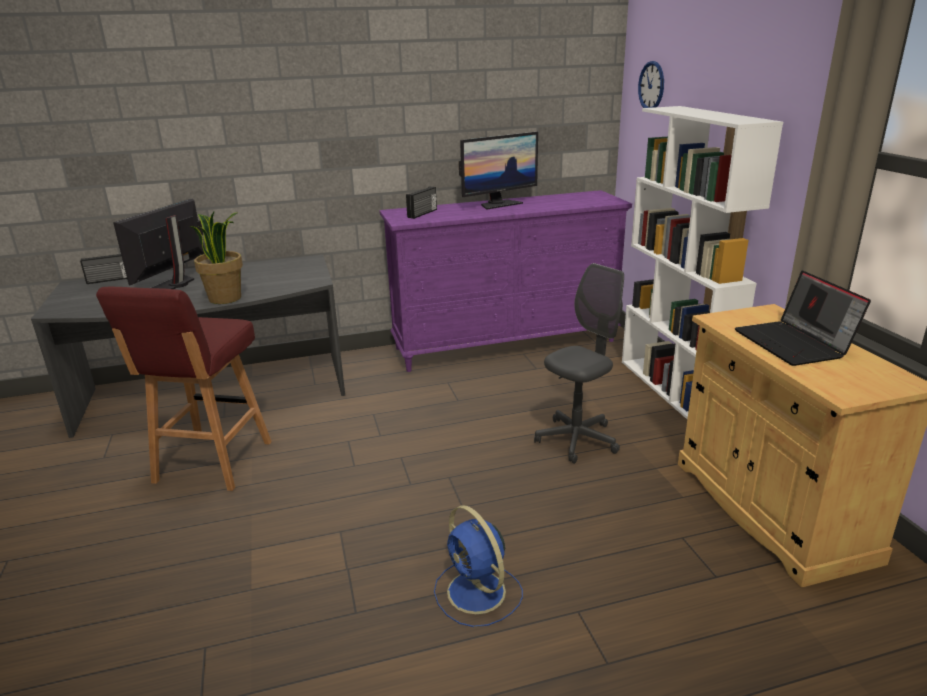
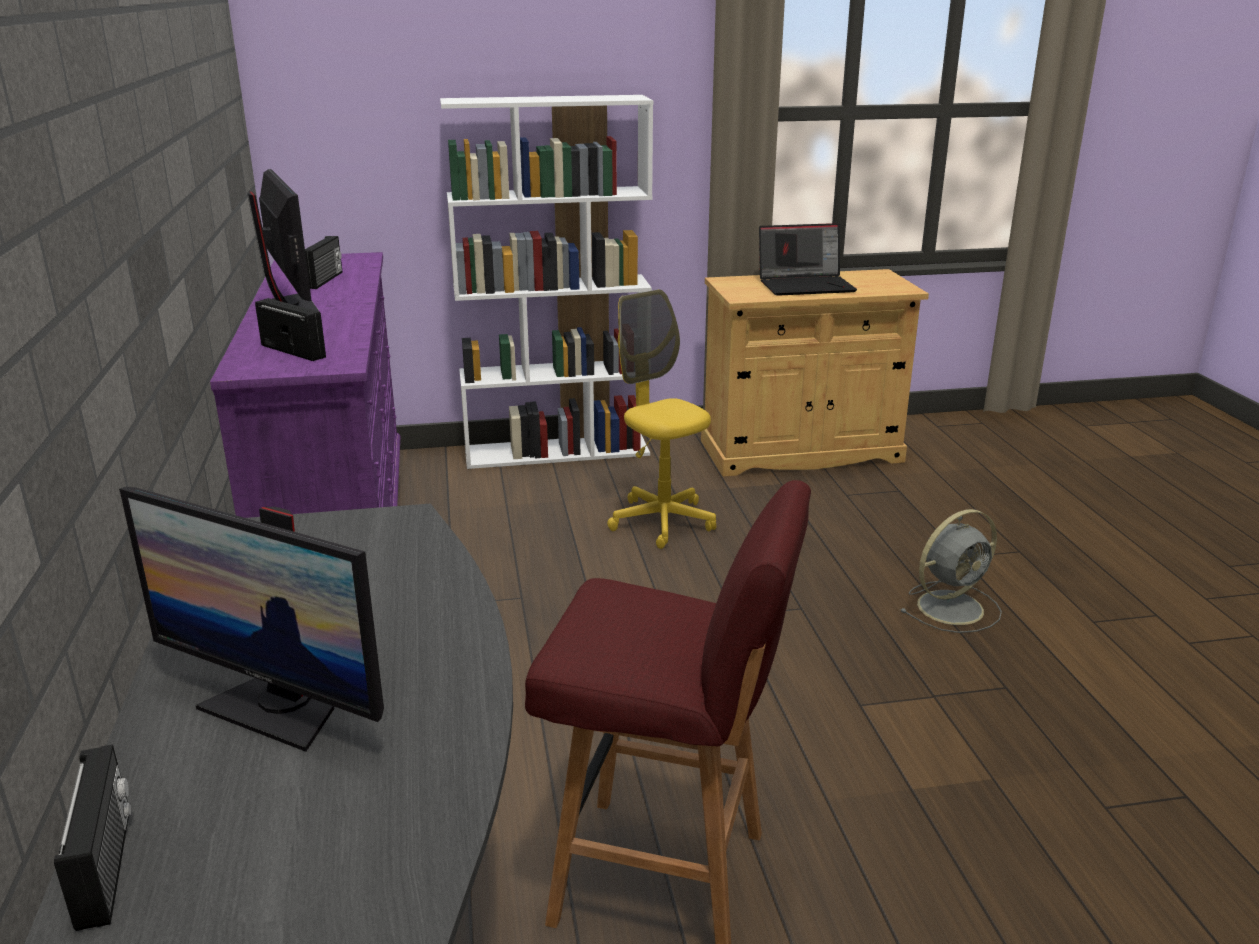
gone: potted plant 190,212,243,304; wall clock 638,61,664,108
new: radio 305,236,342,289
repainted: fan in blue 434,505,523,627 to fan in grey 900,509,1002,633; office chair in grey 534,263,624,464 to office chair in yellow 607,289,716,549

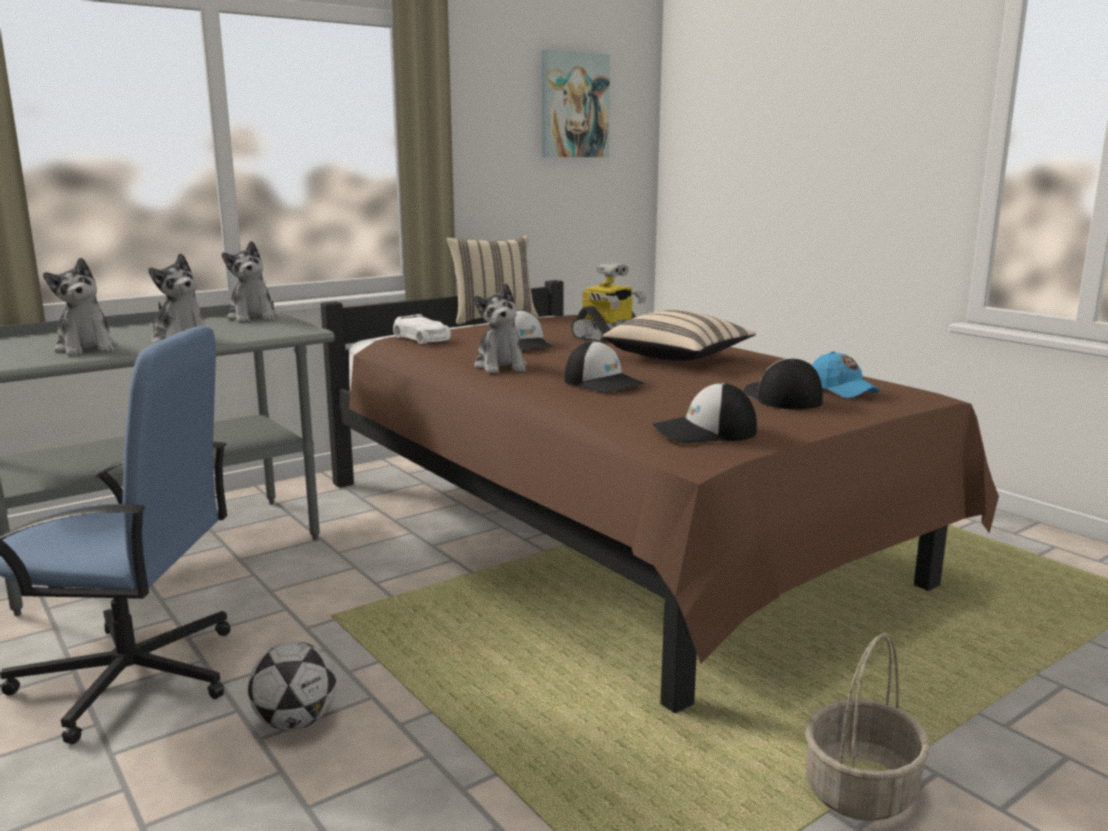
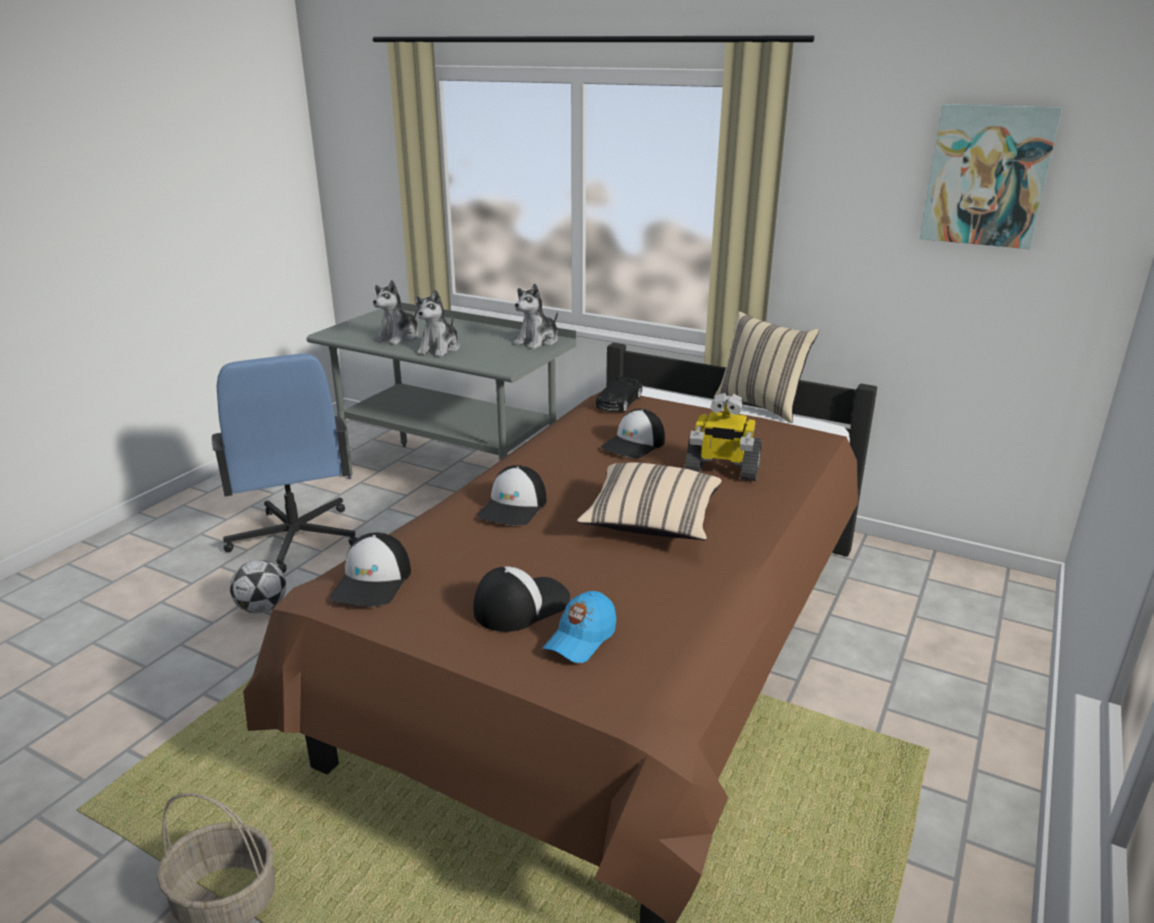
gone: plush toy 474,284,527,374
repainted: toy car in white 393,314,451,344 to toy car in black 596,376,642,413
rotated: cap 653,383,757,443 = 330,533,411,607 135 degrees counterclockwise

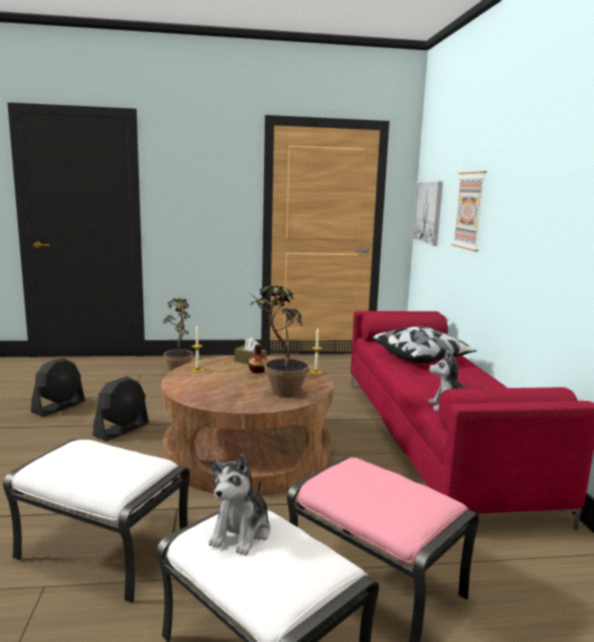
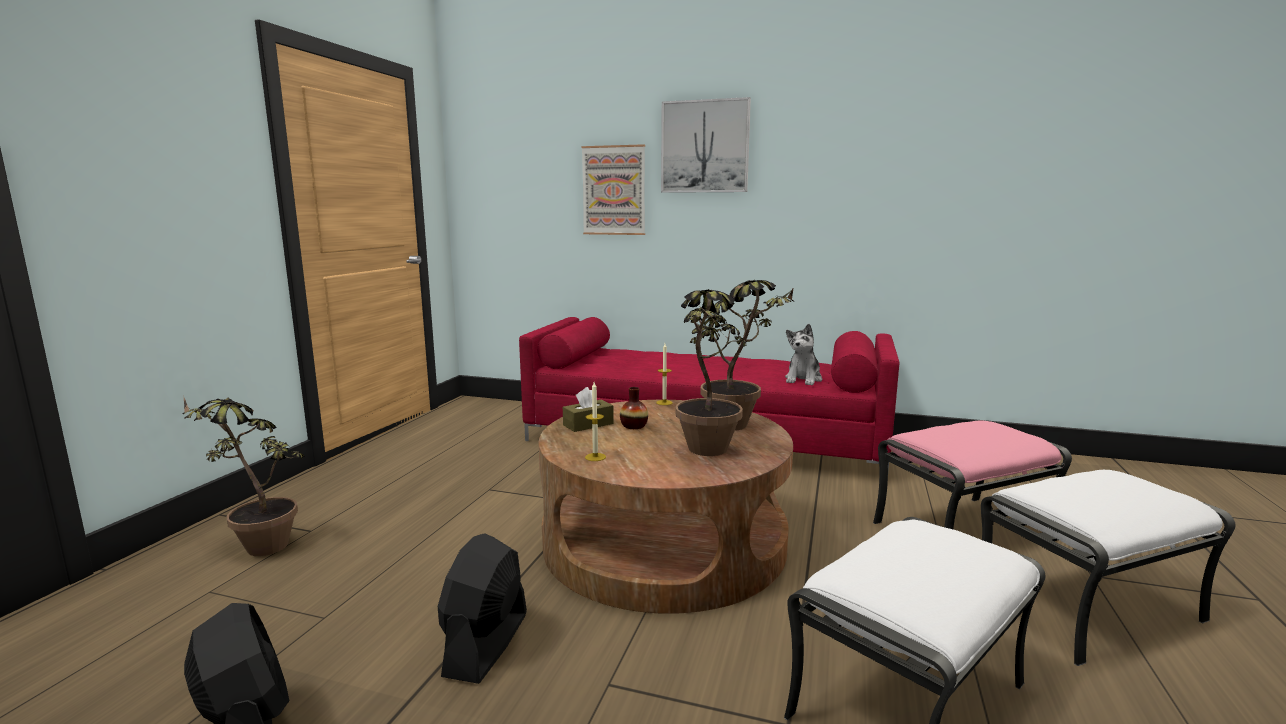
gone: plush toy 208,454,271,555; pillow 371,326,477,363
new: potted plant 675,289,746,456
shifted: picture 412,182,443,246 to 661,97,751,193
rotated: fan in black 93,376,149,441 = 438,533,527,684 135 degrees counterclockwise

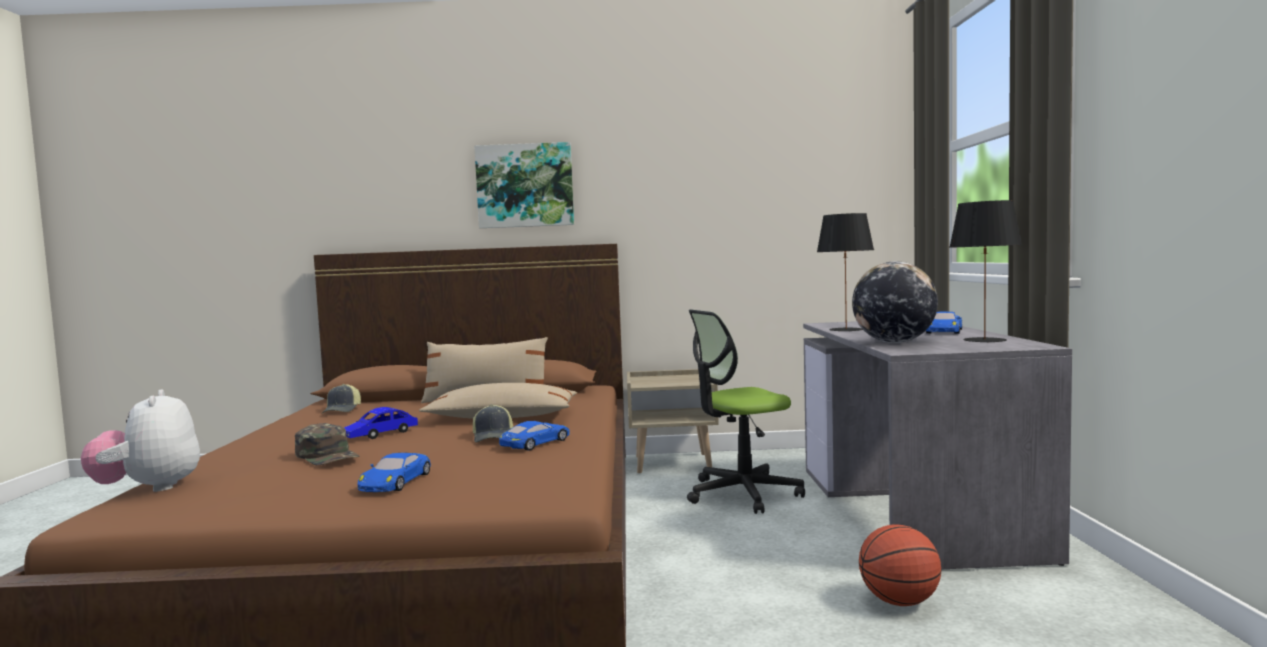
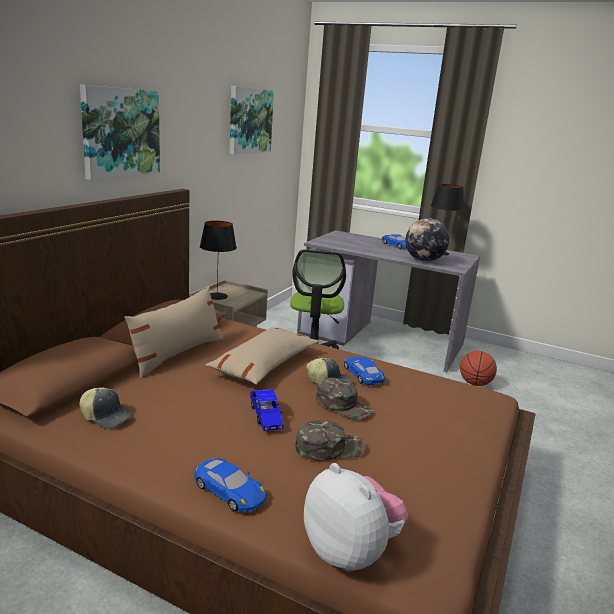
new: picture 229,86,274,154; cap in green 316,377,373,420
shifted: toy car in blue 357,453,431,492 to 195,458,267,512; table lamp in black 817,213,874,332 to 200,221,237,300
rotated: plush toy 81,390,200,492 = 304,463,408,572 135 degrees counterclockwise

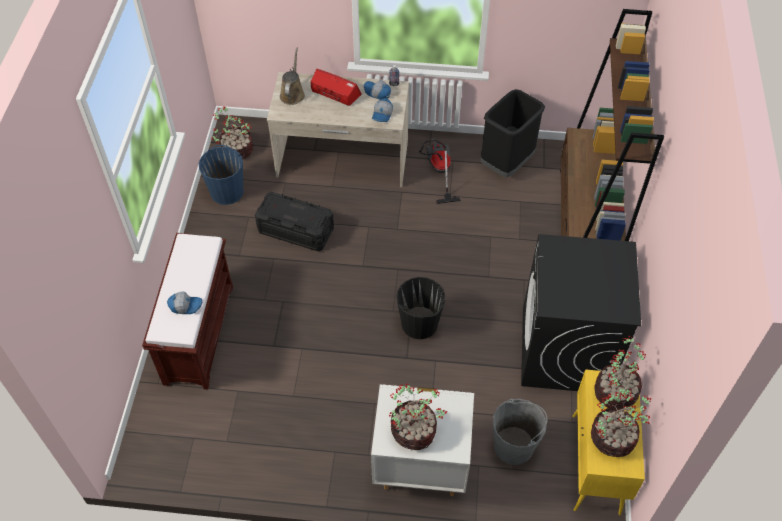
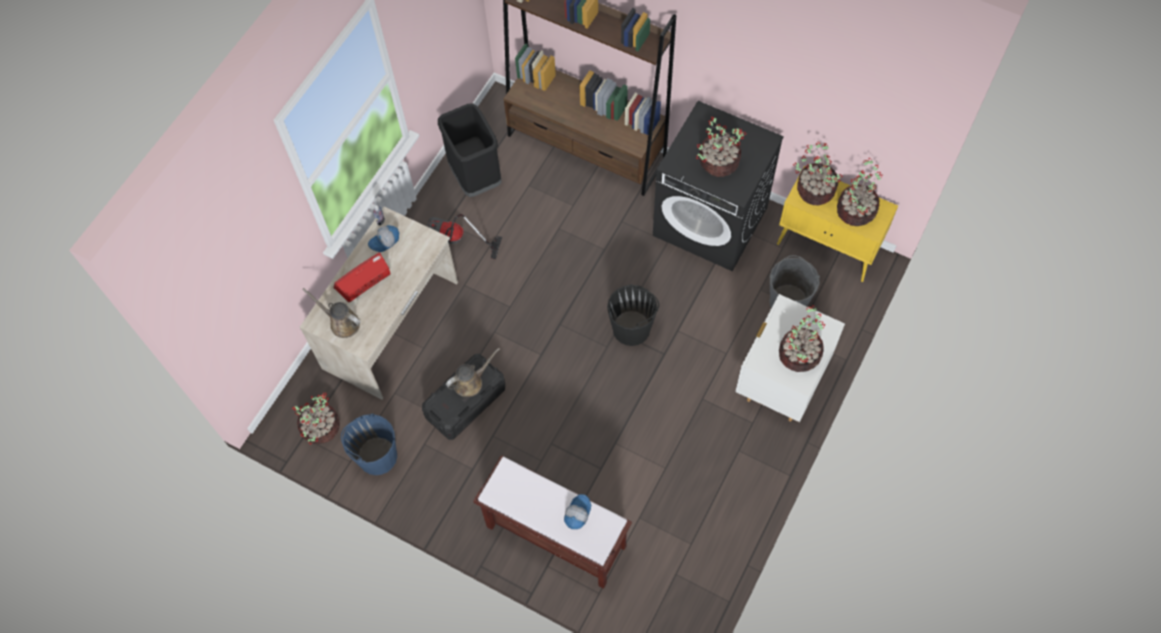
gone: cap 372,98,393,122
new: watering can in brown 446,348,500,397; potted plant 696,117,746,177

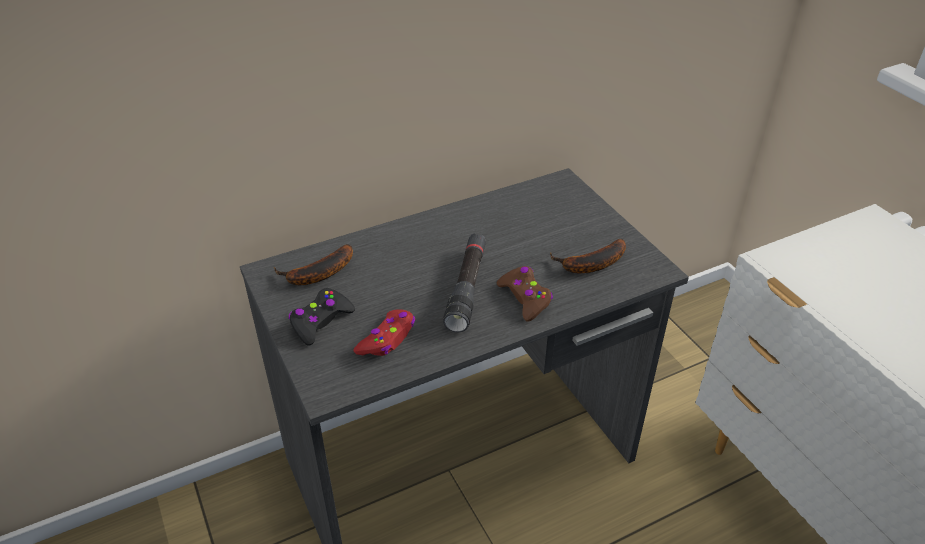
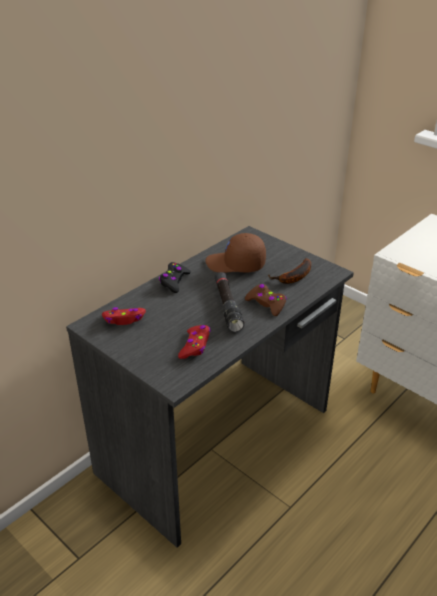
new: cap in brown 205,233,266,273
shifted: game controller in black 288,288,355,346 to 159,262,191,293
swapped: banana 273,244,353,285 to game controller in red 102,307,146,325

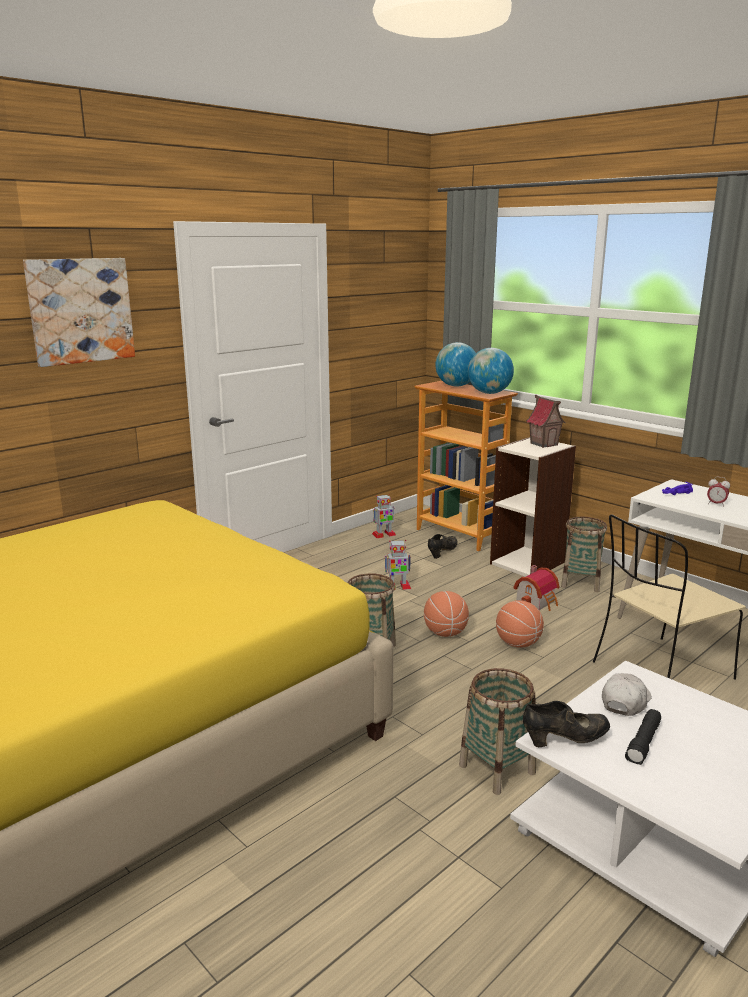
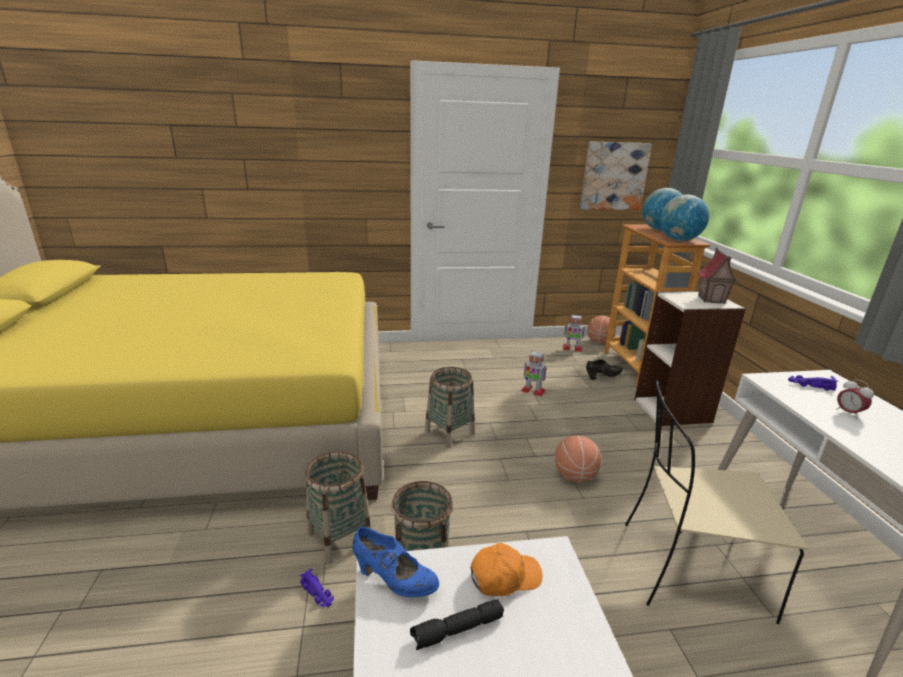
gone: toy house 513,565,559,611
new: toy car in purple 300,568,334,607
shifted: picture 23,258,135,367 to 580,141,652,210; basketball 424,591,469,637 to 587,316,616,344; basket 561,517,607,592 to 305,451,371,564
repainted: shoe in black 523,701,610,747 to shoe in blue 353,527,439,597; cap in white 602,673,652,716 to cap in orange 470,543,543,596

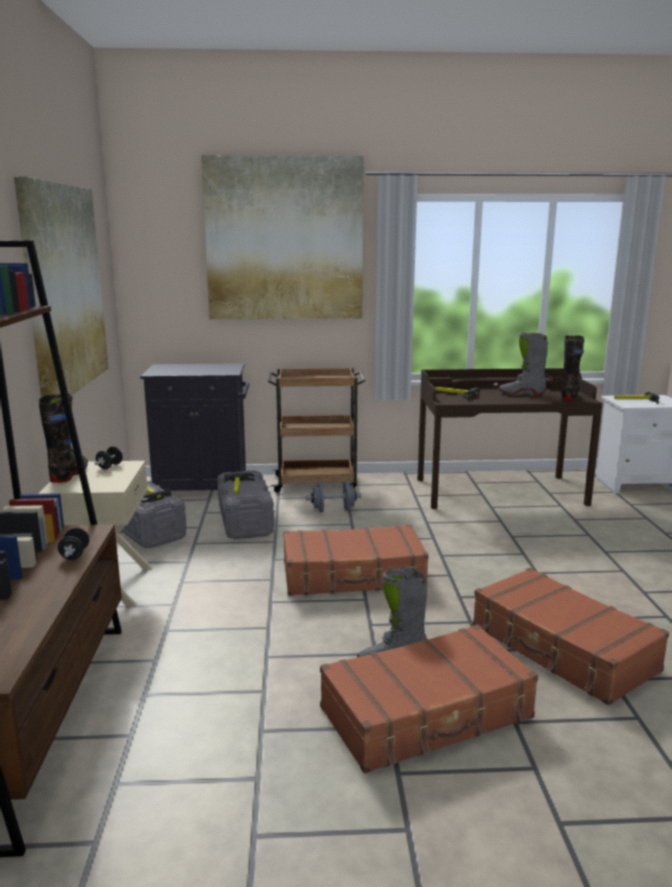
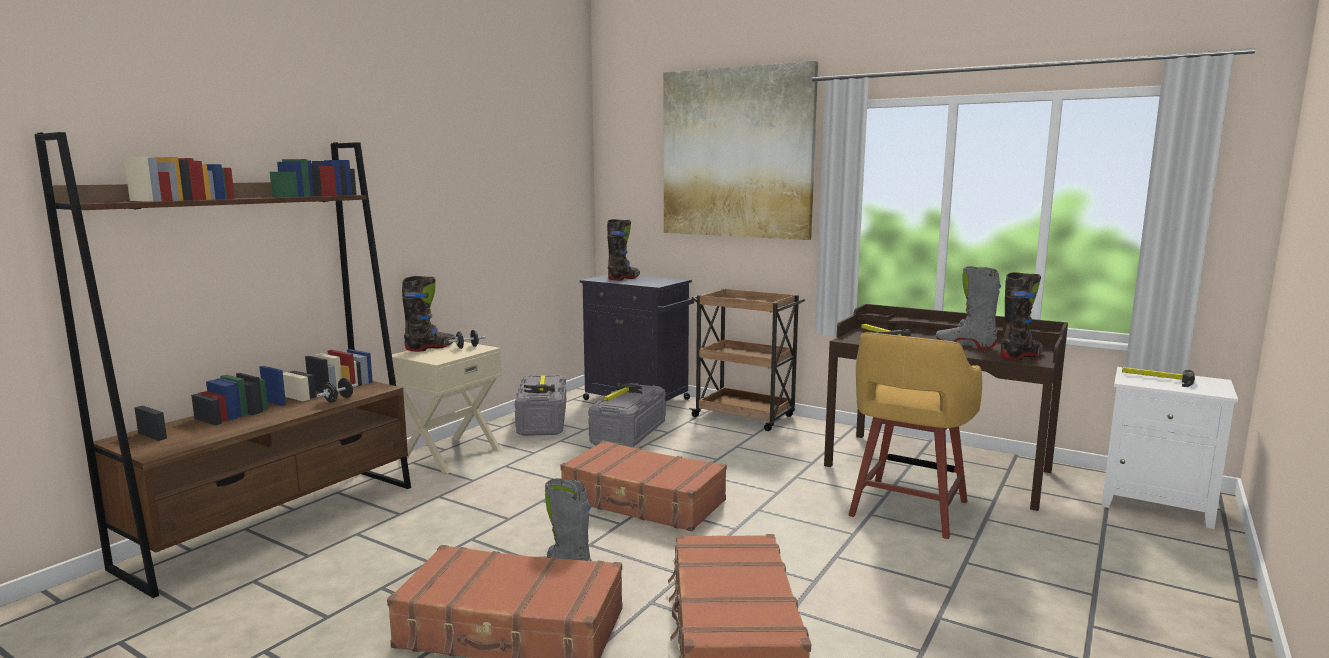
gone: picture 14,176,109,397; dumbbell in grey 306,481,361,512
new: boot in black 607,219,640,281; stool in yellow 848,332,982,539

